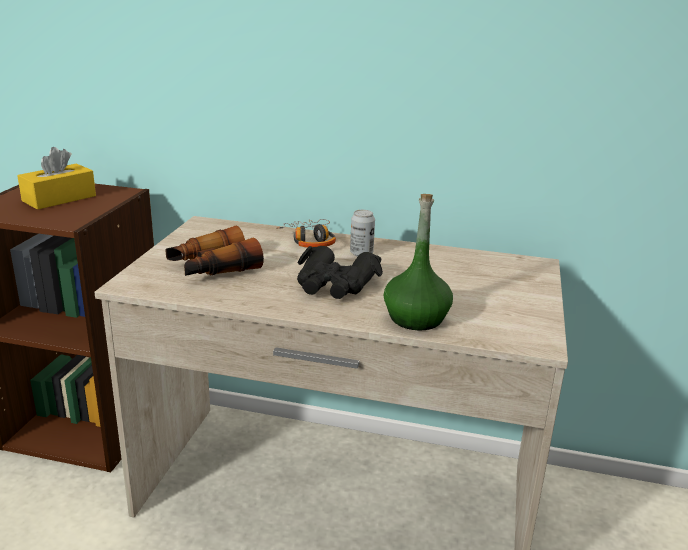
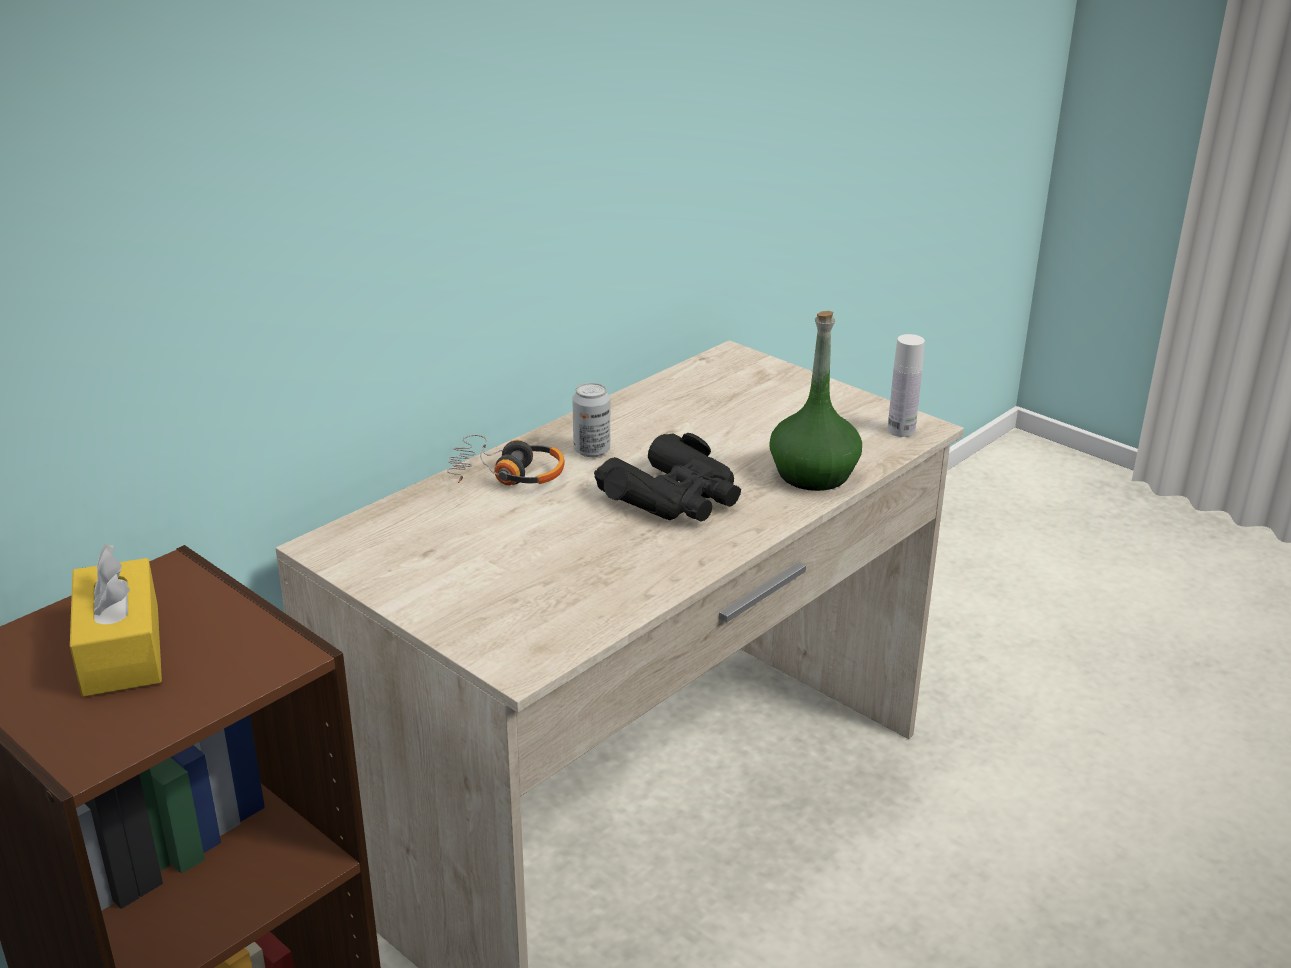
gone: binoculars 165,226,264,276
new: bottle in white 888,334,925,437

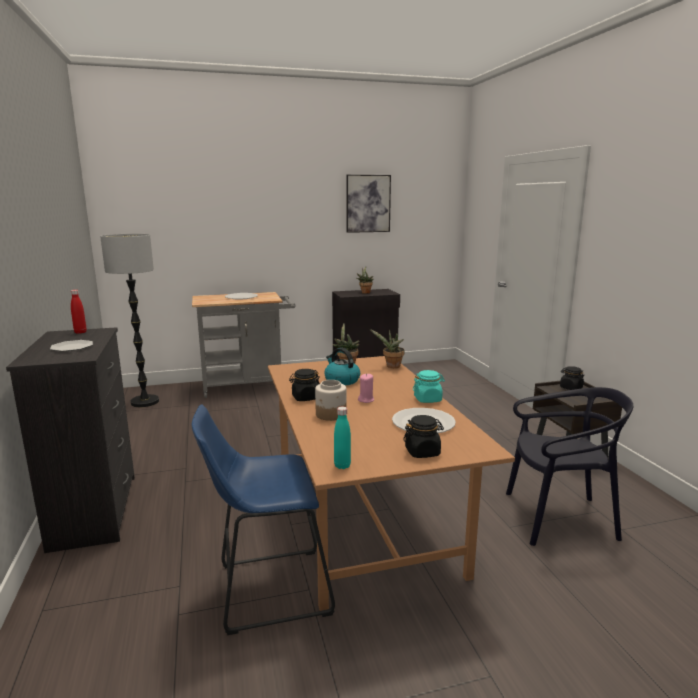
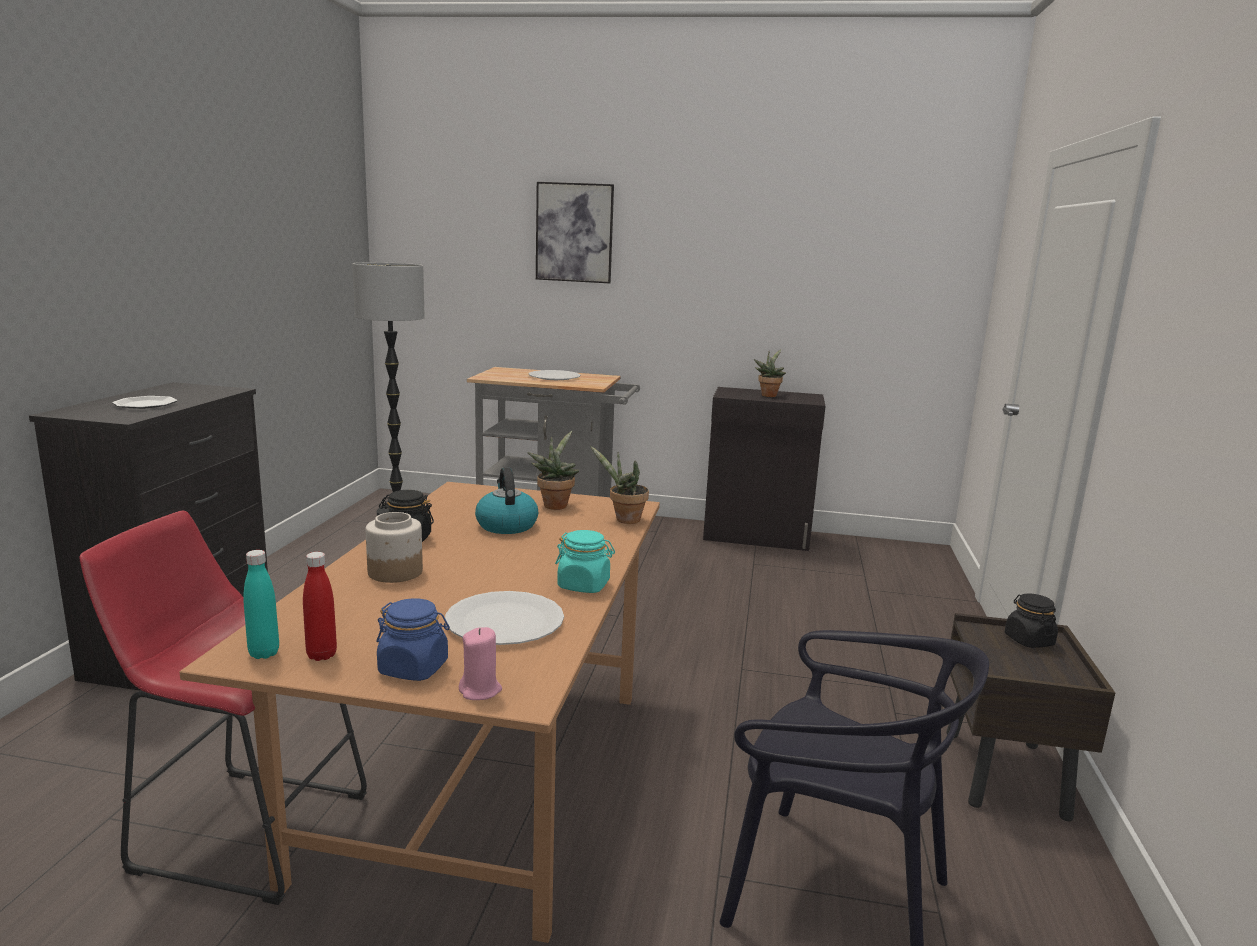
shifted: bottle in red 71,290,87,334 to 303,552,337,661; picture 346,175,391,233 to 536,182,614,283; candle in pink 358,373,374,403 to 459,627,502,700
repainted: stool in blue 192,405,335,635 to stool in red 80,511,367,905; jar in black 403,415,444,458 to jar in blue 376,598,450,681

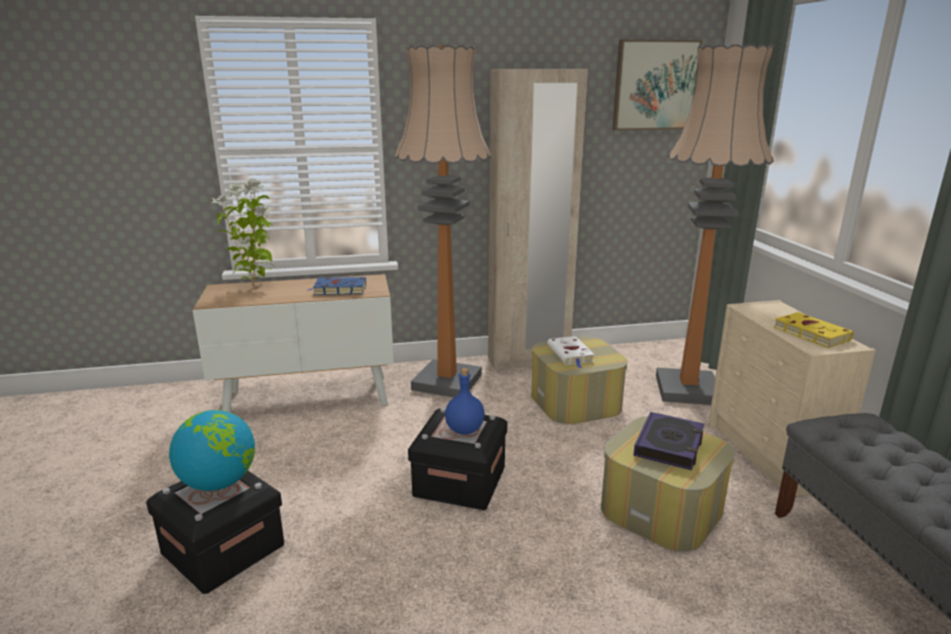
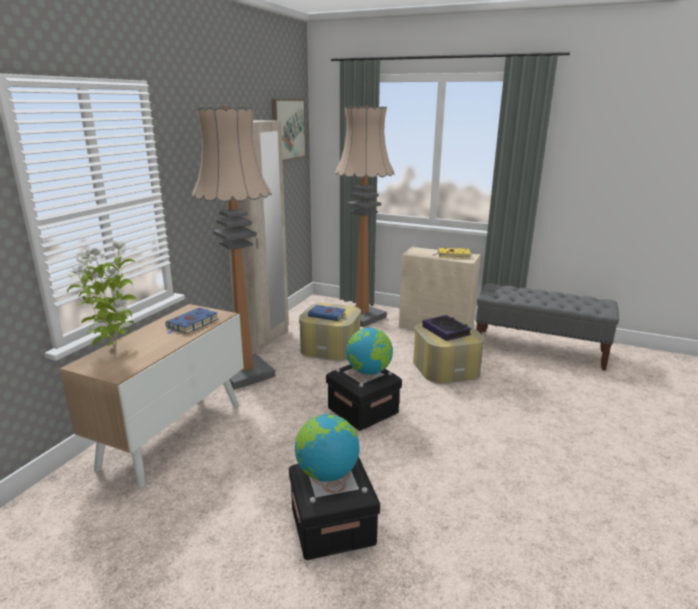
swapped: bottle in blue 445,368,485,435 to globe 346,328,393,375
repainted: book in white 547,336,594,368 to book in blue 308,305,347,321

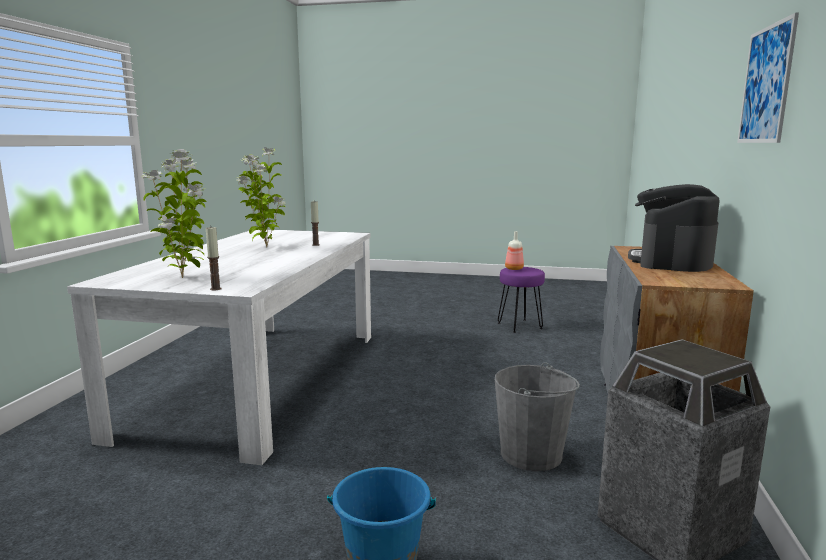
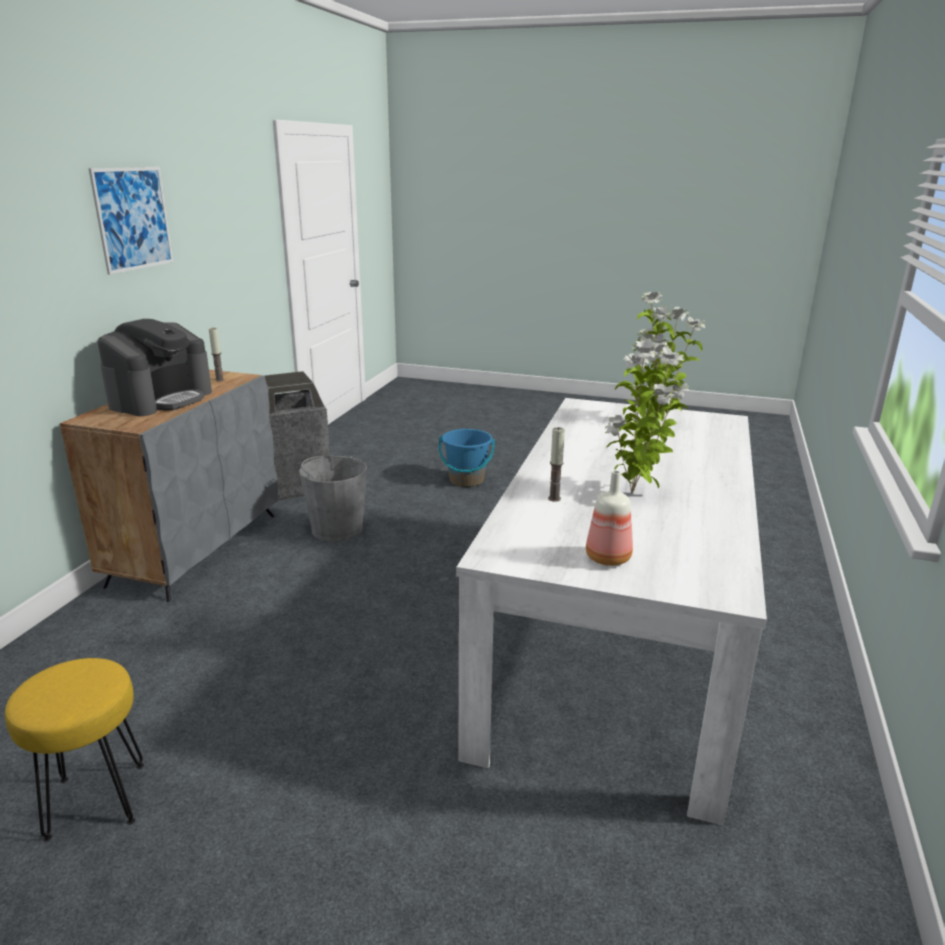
shifted: candle 206,227,222,290 to 209,328,224,381; bottle 505,231,524,270 to 586,470,633,566
repainted: stool in purple 498,267,545,333 to stool in yellow 5,658,144,842

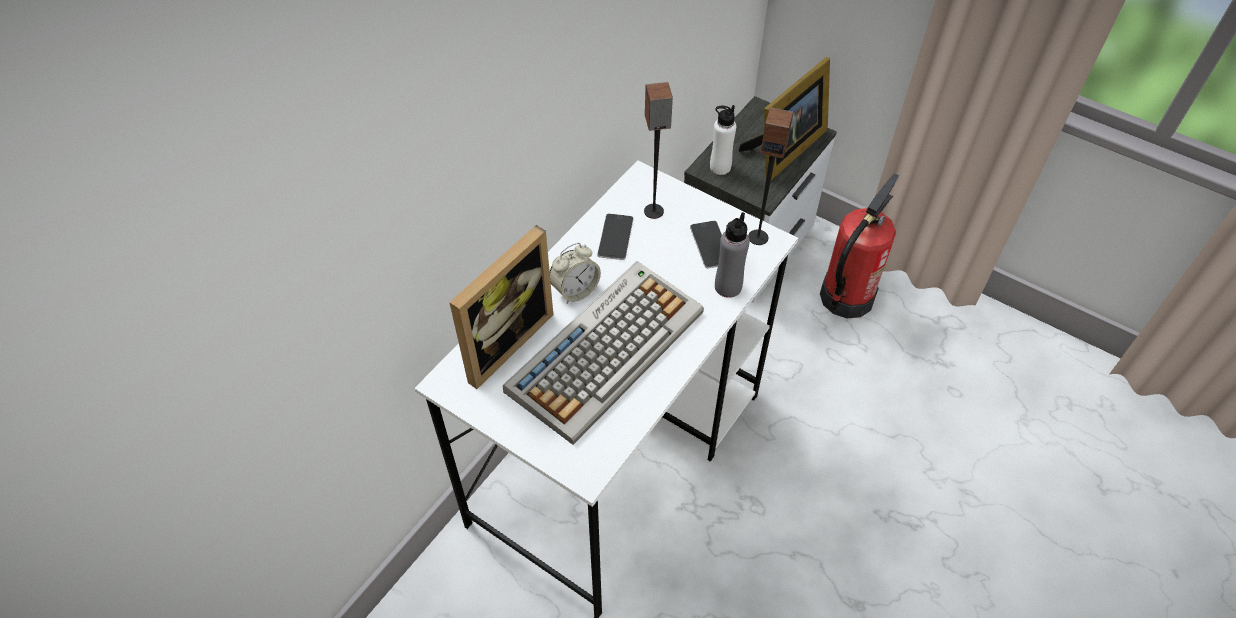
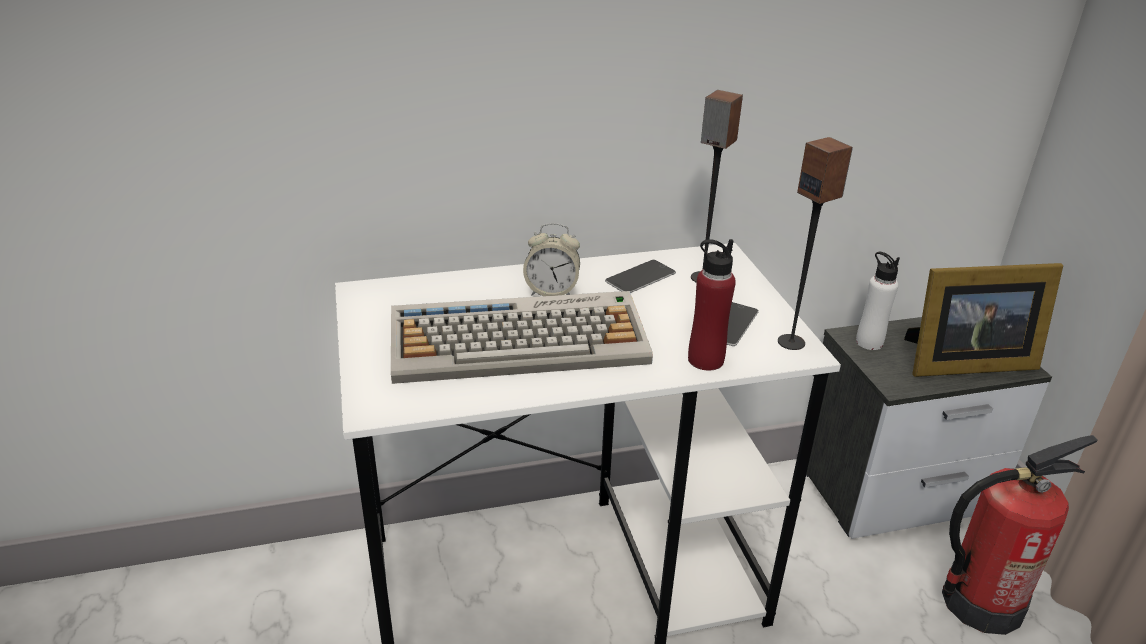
gone: picture frame 449,225,553,389
repainted: bottle in grey 715,212,750,298 to bottle in red 688,239,736,371

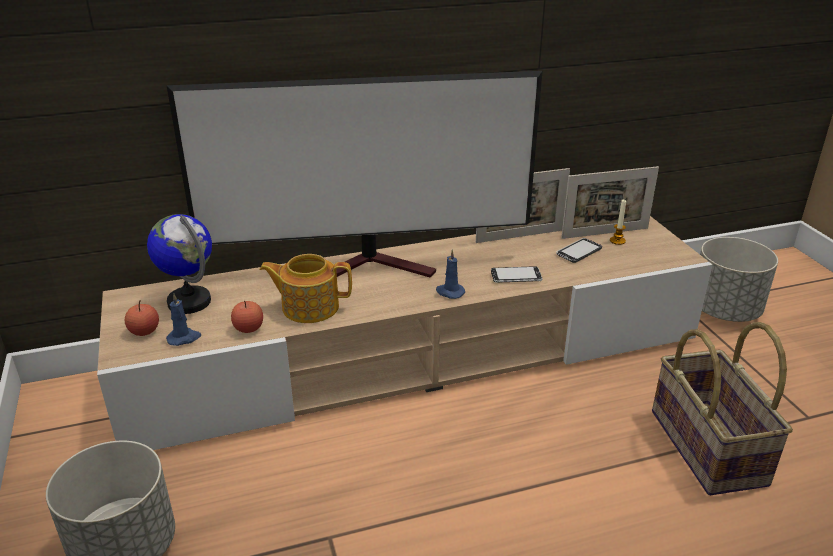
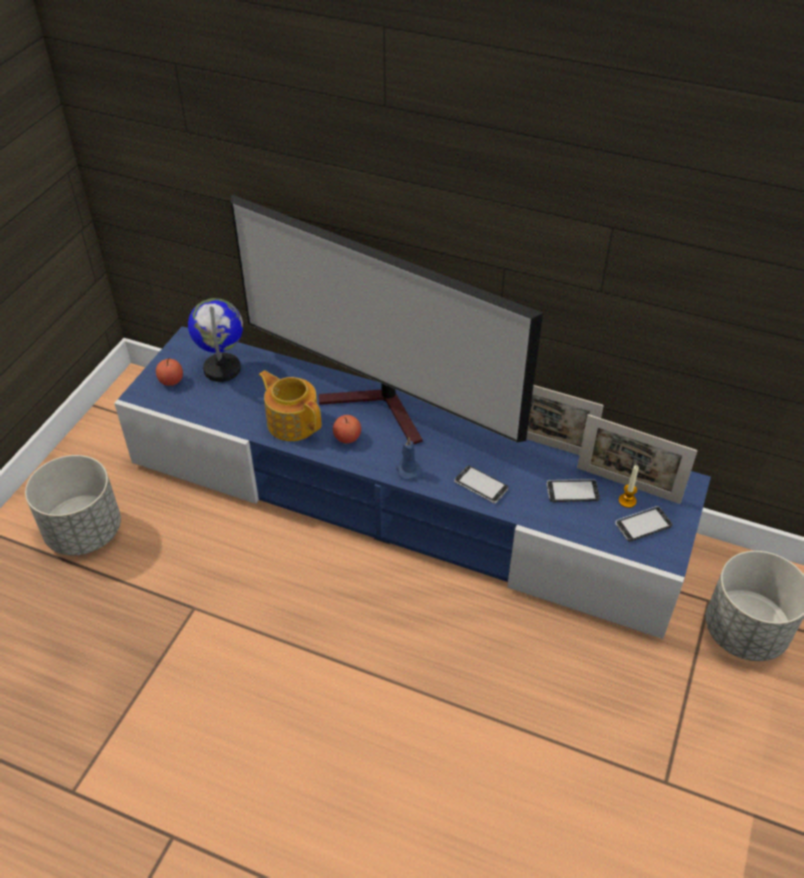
gone: candle in blue 166,293,202,346; basket 652,322,793,495
new: phone 615,506,672,542
shifted: apple 231,301,263,333 to 333,415,361,443
repainted: tv stand in beige 97,216,713,450 to tv stand in blue 114,326,711,639

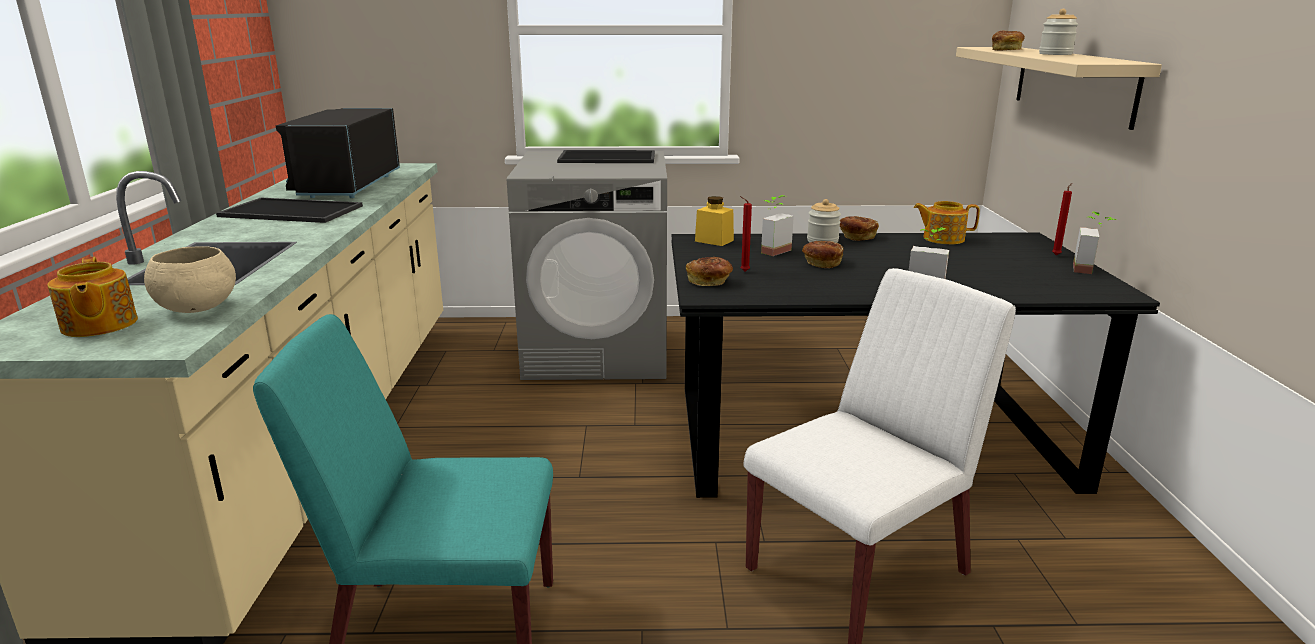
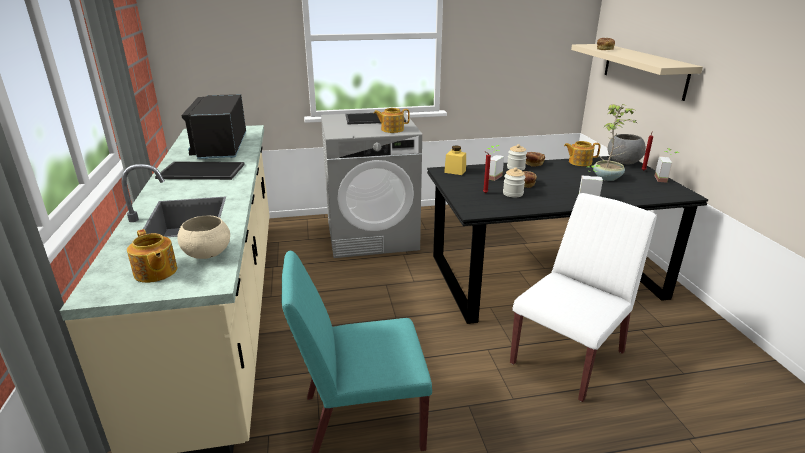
gone: bread 686,257,733,286
new: teapot 374,108,410,133; potted plant 593,104,638,181; bowl in grey 608,134,646,164
shifted: jar 1039,9,1078,55 to 503,167,526,198

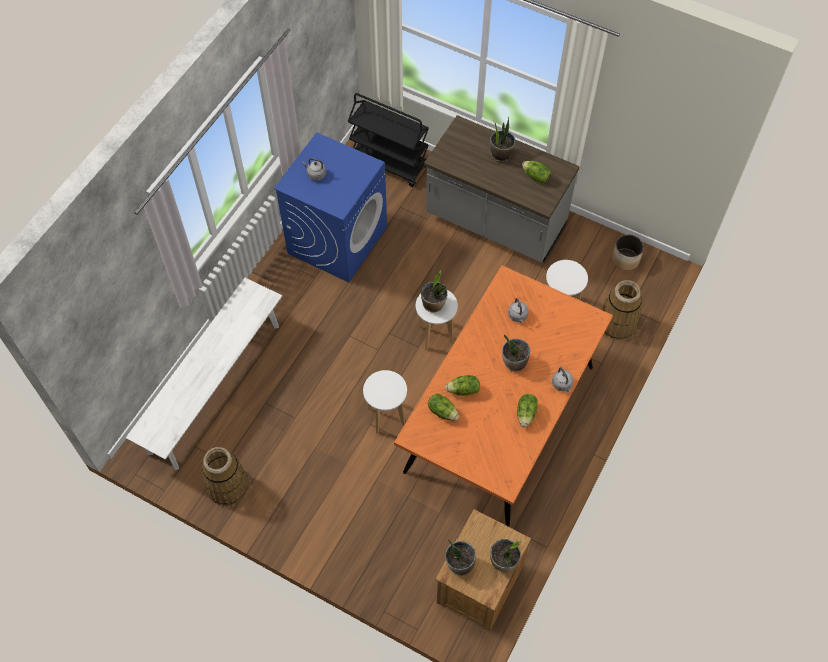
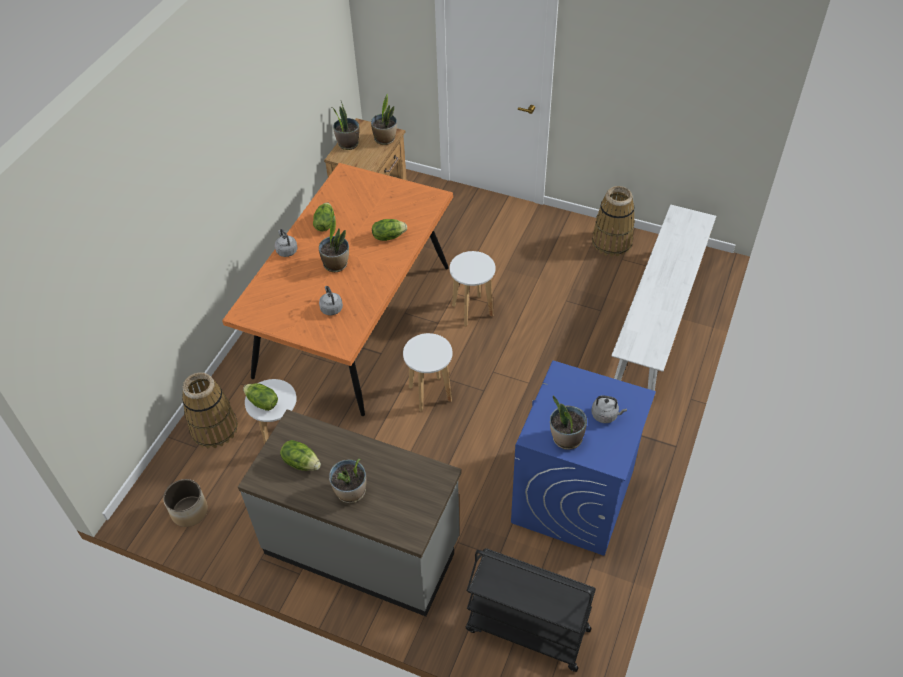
shifted: potted plant 421,270,448,312 to 550,396,587,450; lettuce 428,394,459,421 to 243,383,278,411

